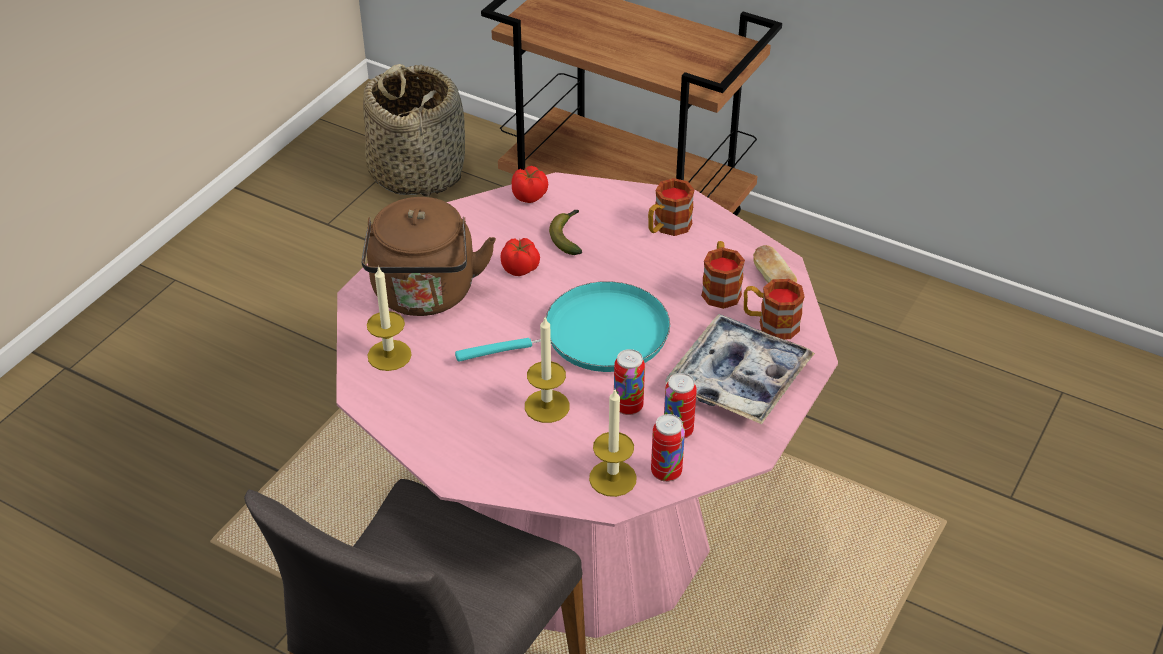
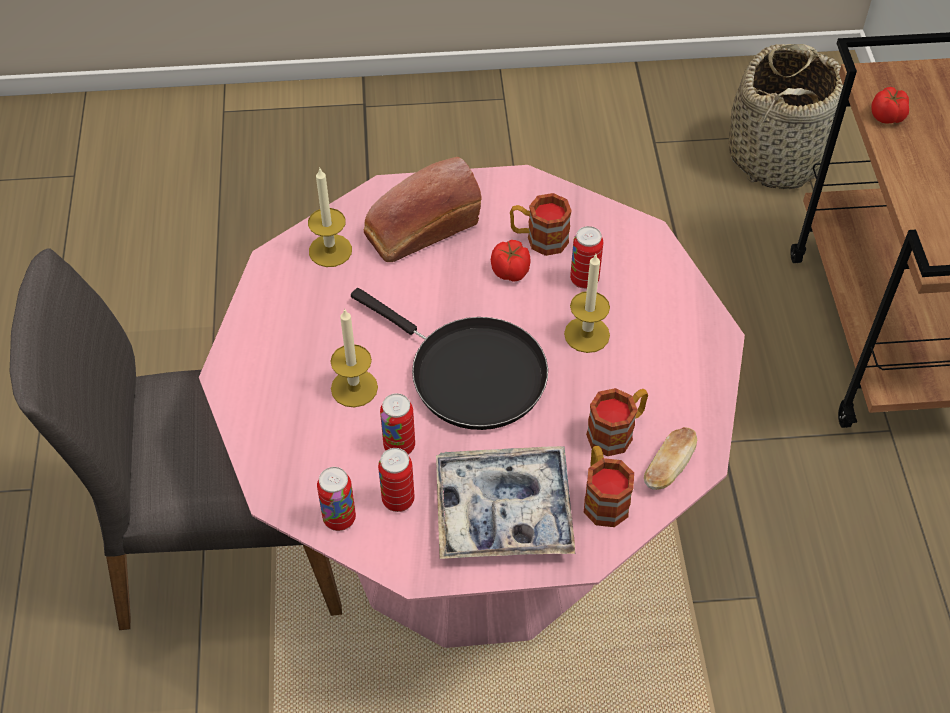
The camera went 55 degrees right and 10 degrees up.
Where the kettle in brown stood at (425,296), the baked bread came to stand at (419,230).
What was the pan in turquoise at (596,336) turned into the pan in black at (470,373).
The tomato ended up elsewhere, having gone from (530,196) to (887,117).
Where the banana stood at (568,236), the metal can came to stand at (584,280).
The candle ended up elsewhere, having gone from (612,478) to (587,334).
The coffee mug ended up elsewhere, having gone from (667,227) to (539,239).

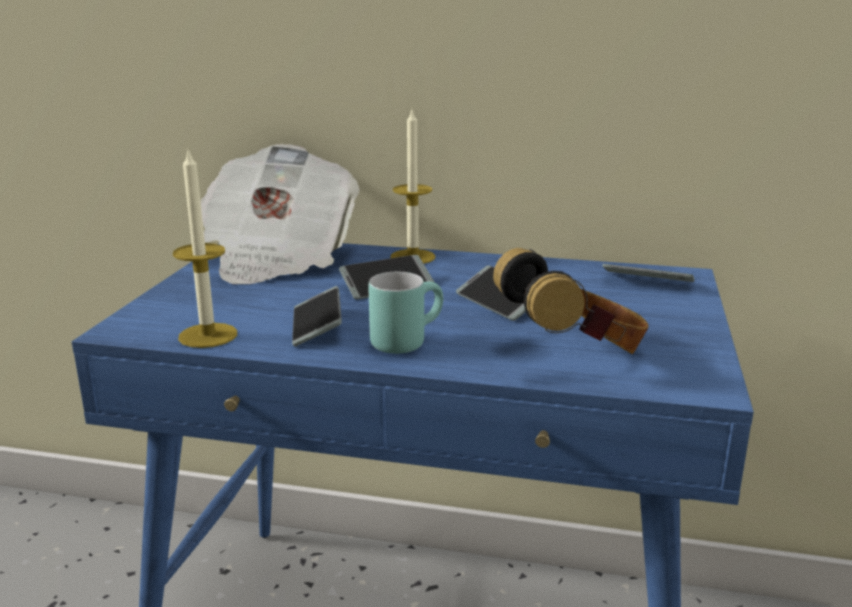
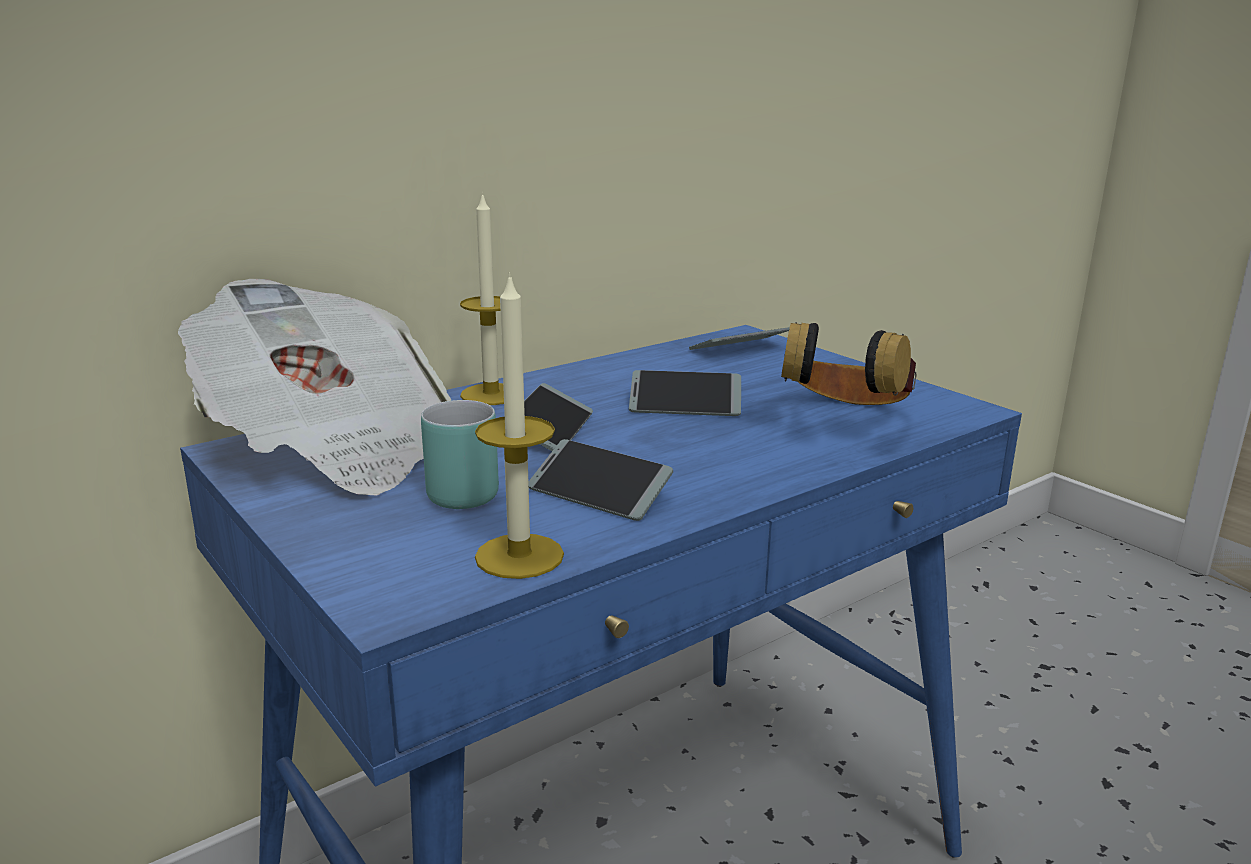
The camera went 50 degrees left and 0 degrees up.
The coffee mug in turquoise ended up elsewhere, having gone from (405,340) to (461,490).

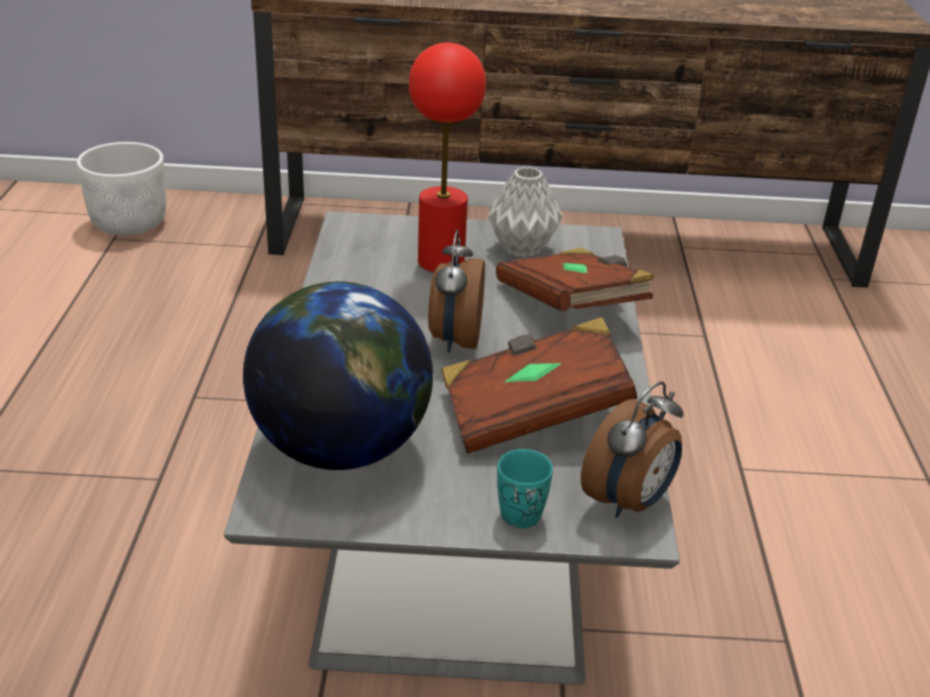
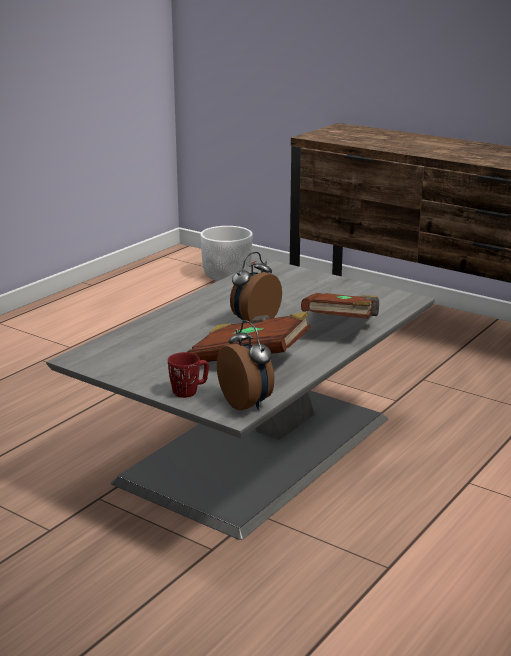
The camera went 35 degrees right and 10 degrees down.
The second view lost the globe at (340,448).
The second view lost the tabletop lamp in reddish at (441,261).
The second view lost the decorative vase in grey at (523,248).
What was the coffee mug in turquoise at (524,509) turned into the coffee mug in reddish at (189,391).
The bedside clock at (629,502) ended up facing another way, 105 degrees counterclockwise from before.

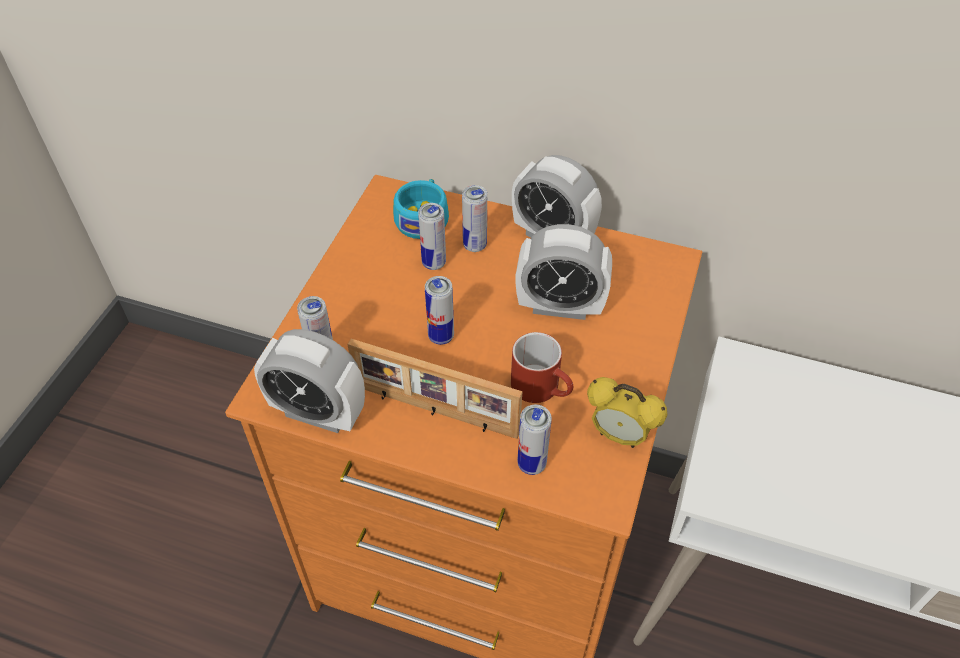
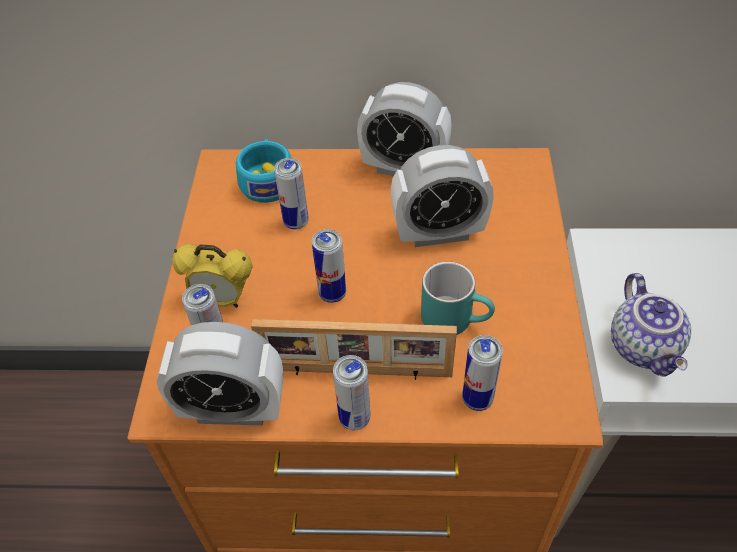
The camera went 15 degrees left and 0 degrees up.
The metal can ended up elsewhere, having gone from (475,245) to (354,418).
What was the coffee mug in reddish at (543,388) turned into the coffee mug in turquoise at (456,318).
The bedside clock ended up elsewhere, having gone from (619,436) to (223,300).
The second view gained the teapot at (645,347).

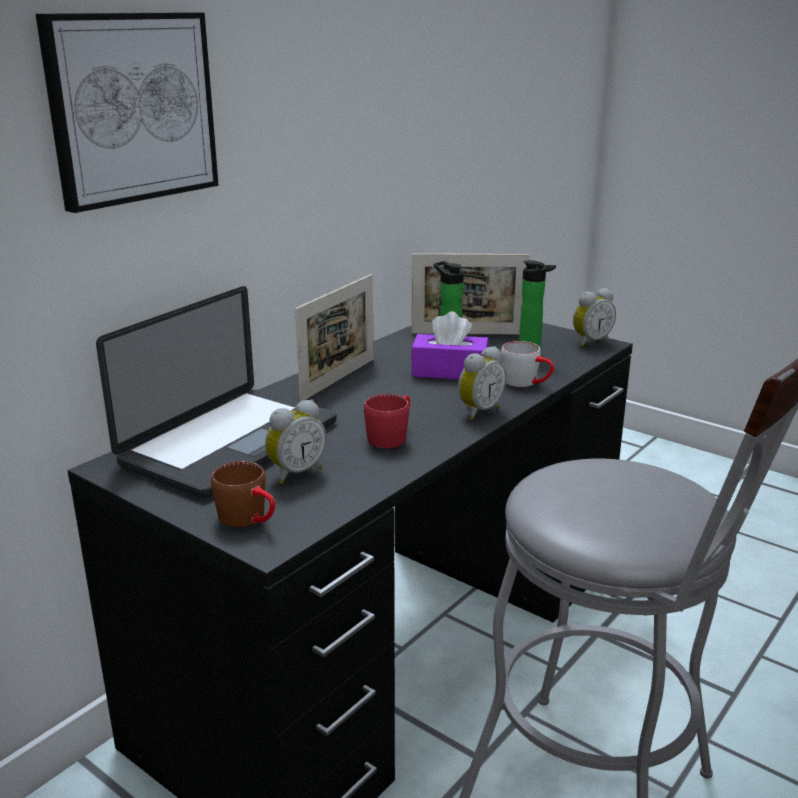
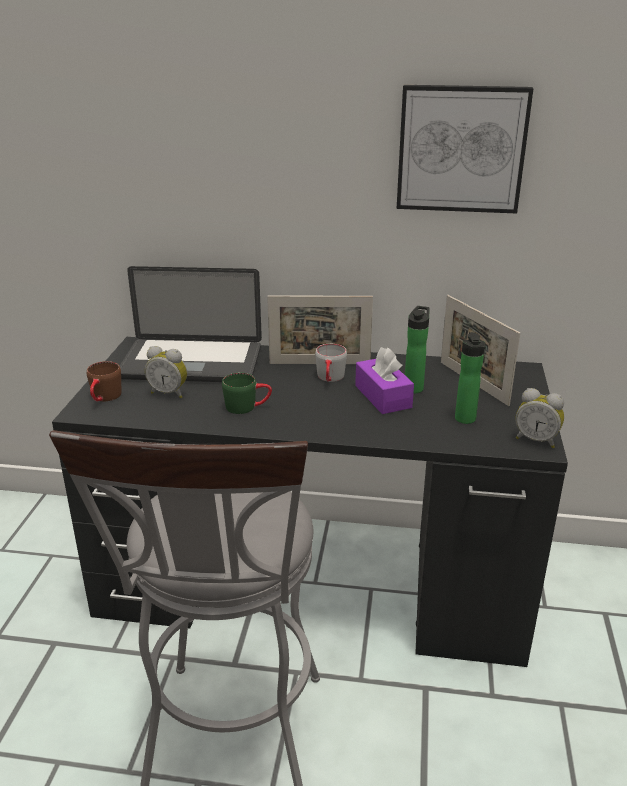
The camera went 60 degrees right and 5 degrees up.
The wall picture ended up elsewhere, having gone from (131,108) to (461,149).
What was the coffee mug in reddish at (391,436) turned into the coffee mug in greenish at (247,406).
The second view lost the bedside clock at (478,411).
The coffee mug in grey ended up elsewhere, having gone from (527,382) to (330,379).

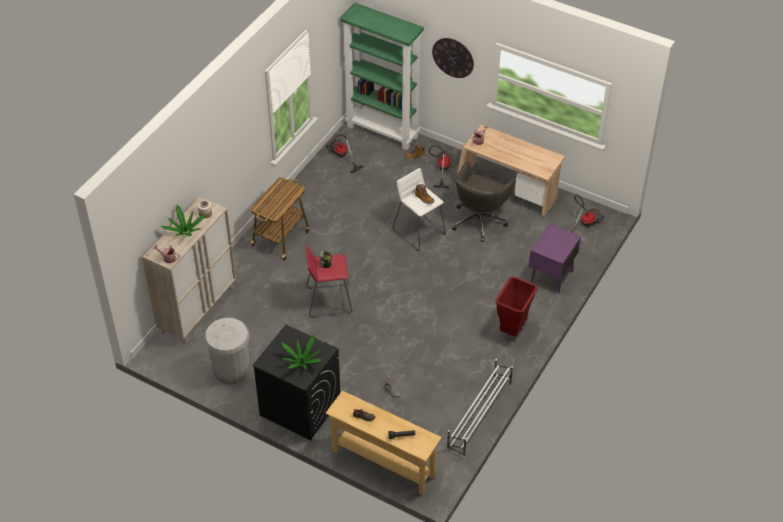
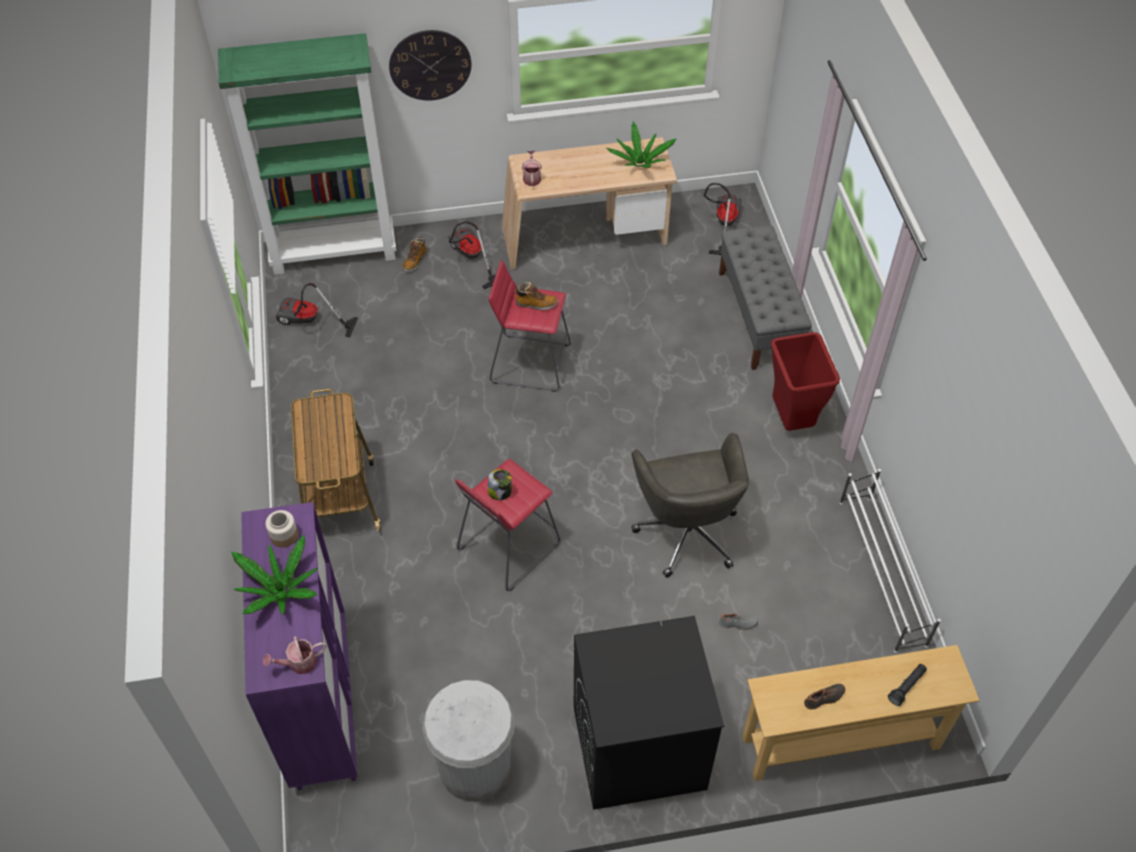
The camera went 40 degrees left and 5 degrees up.
What was the cupboard in beige at (198,309) turned into the cupboard in purplish at (321,705).
The potted plant ended up elsewhere, having gone from (302,362) to (640,163).
What was the sitting stool in whitish at (419,232) turned into the sitting stool in reddish at (530,363).
The desk chair in grey ended up elsewhere, having gone from (479,220) to (686,531).
Where the nightstand in purplish stood at (551,276), the indoor bench in grey came to stand at (758,317).

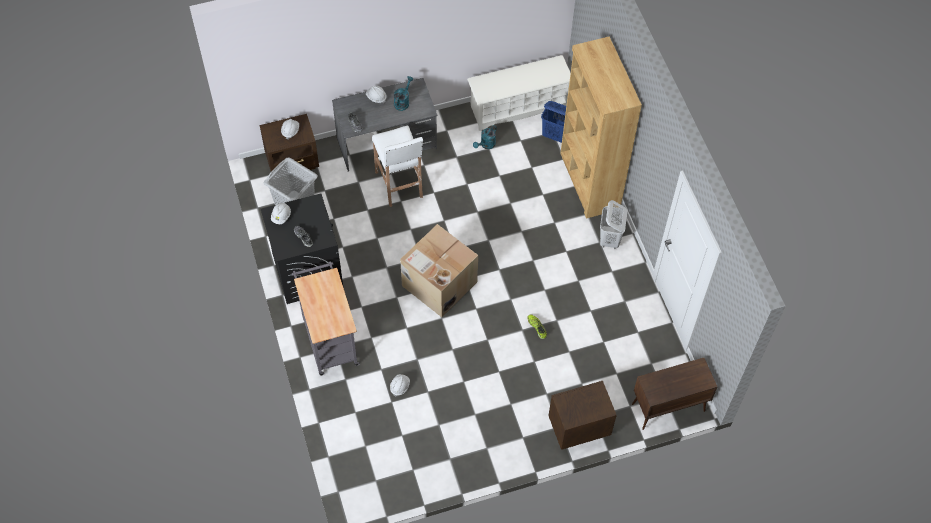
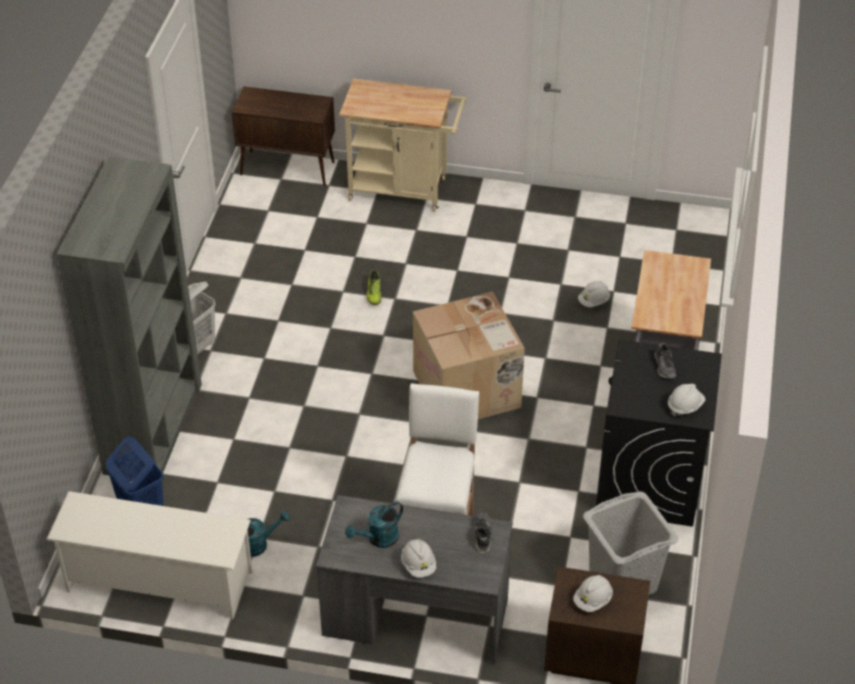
The camera went 150 degrees left and 15 degrees down.
Where the nightstand in brown stood at (578,427), the trolley in beige came to stand at (404,190).
What was the bookcase in brown at (589,181) turned into the bookcase in grey at (153,428).

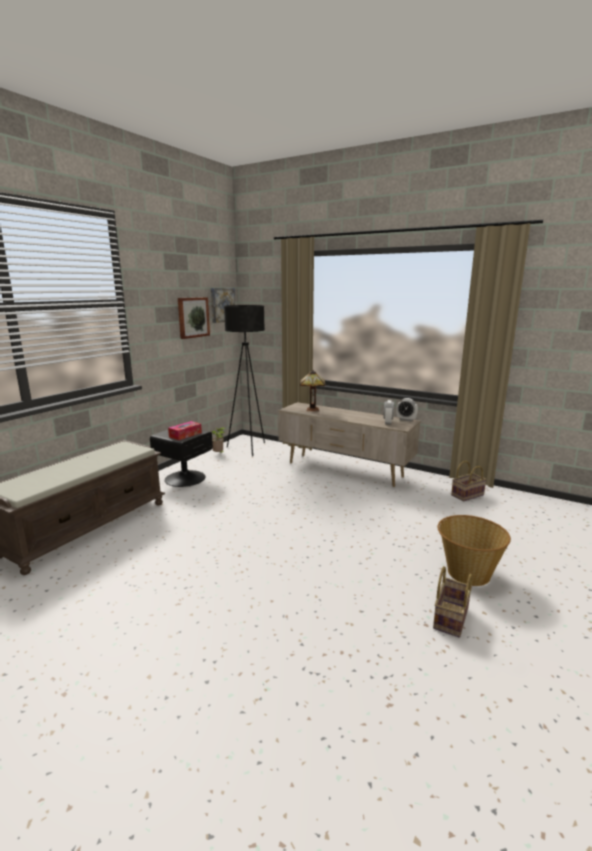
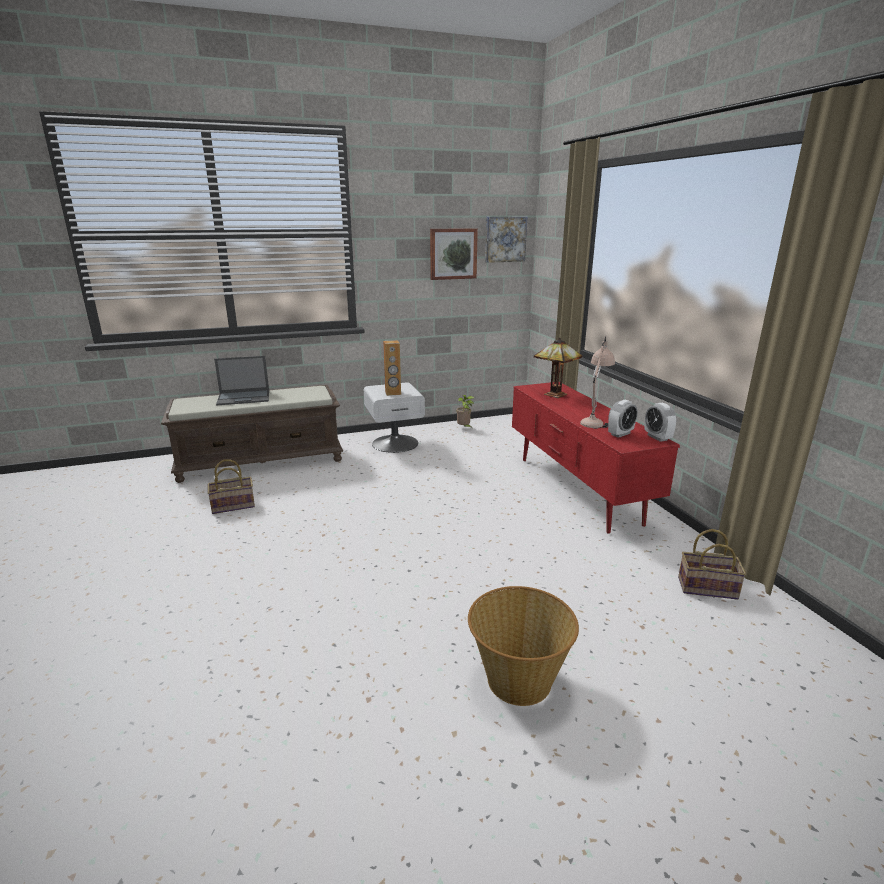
The camera went 40 degrees right and 5 degrees up.
What was the nightstand in black at (184,478) turned into the nightstand in whitish at (395,443).
Where the tissue holder stood at (185,435), the loudspeaker in brown came to stand at (393,393).
The second view lost the standing lamp in black at (248,448).
What was the tv unit in beige at (344,470) turned into the tv unit in reddish at (576,490).
The household basket ended up elsewhere, having gone from (450,617) to (234,505).
The second view gained the notebook computer at (244,397).
The second view gained the tabletop lamp in beige at (595,420).

